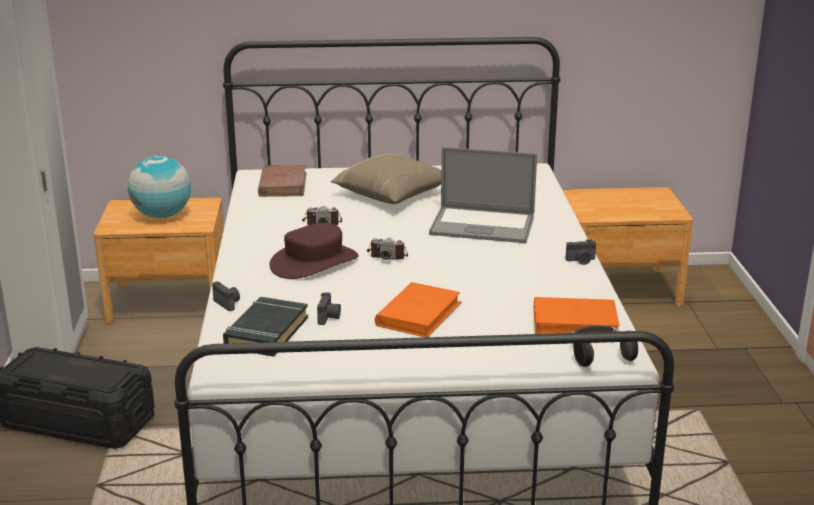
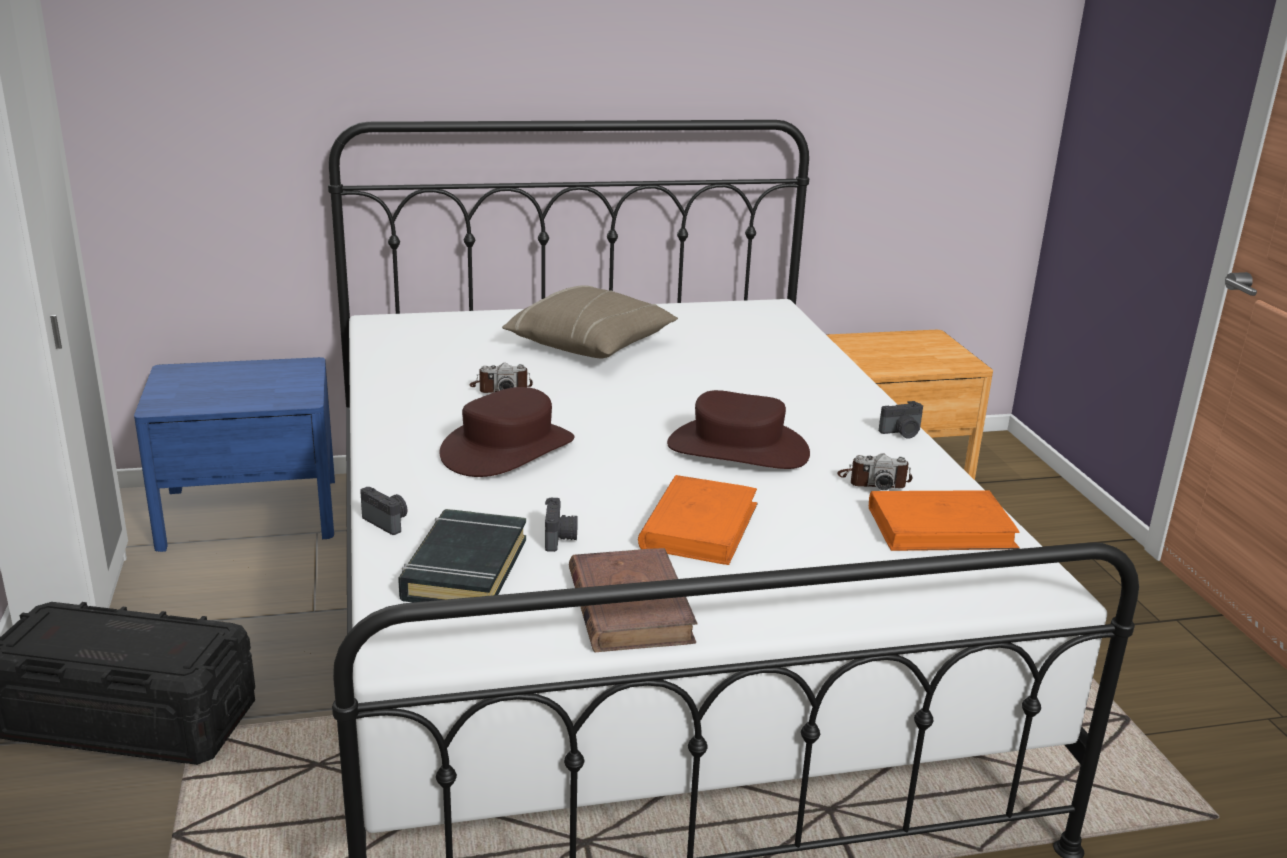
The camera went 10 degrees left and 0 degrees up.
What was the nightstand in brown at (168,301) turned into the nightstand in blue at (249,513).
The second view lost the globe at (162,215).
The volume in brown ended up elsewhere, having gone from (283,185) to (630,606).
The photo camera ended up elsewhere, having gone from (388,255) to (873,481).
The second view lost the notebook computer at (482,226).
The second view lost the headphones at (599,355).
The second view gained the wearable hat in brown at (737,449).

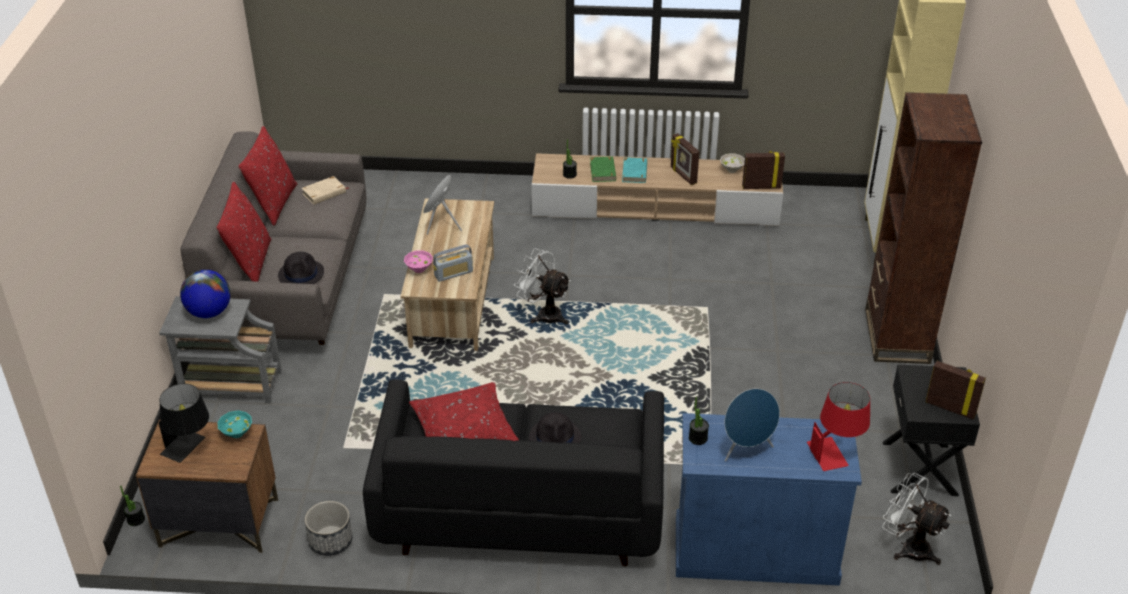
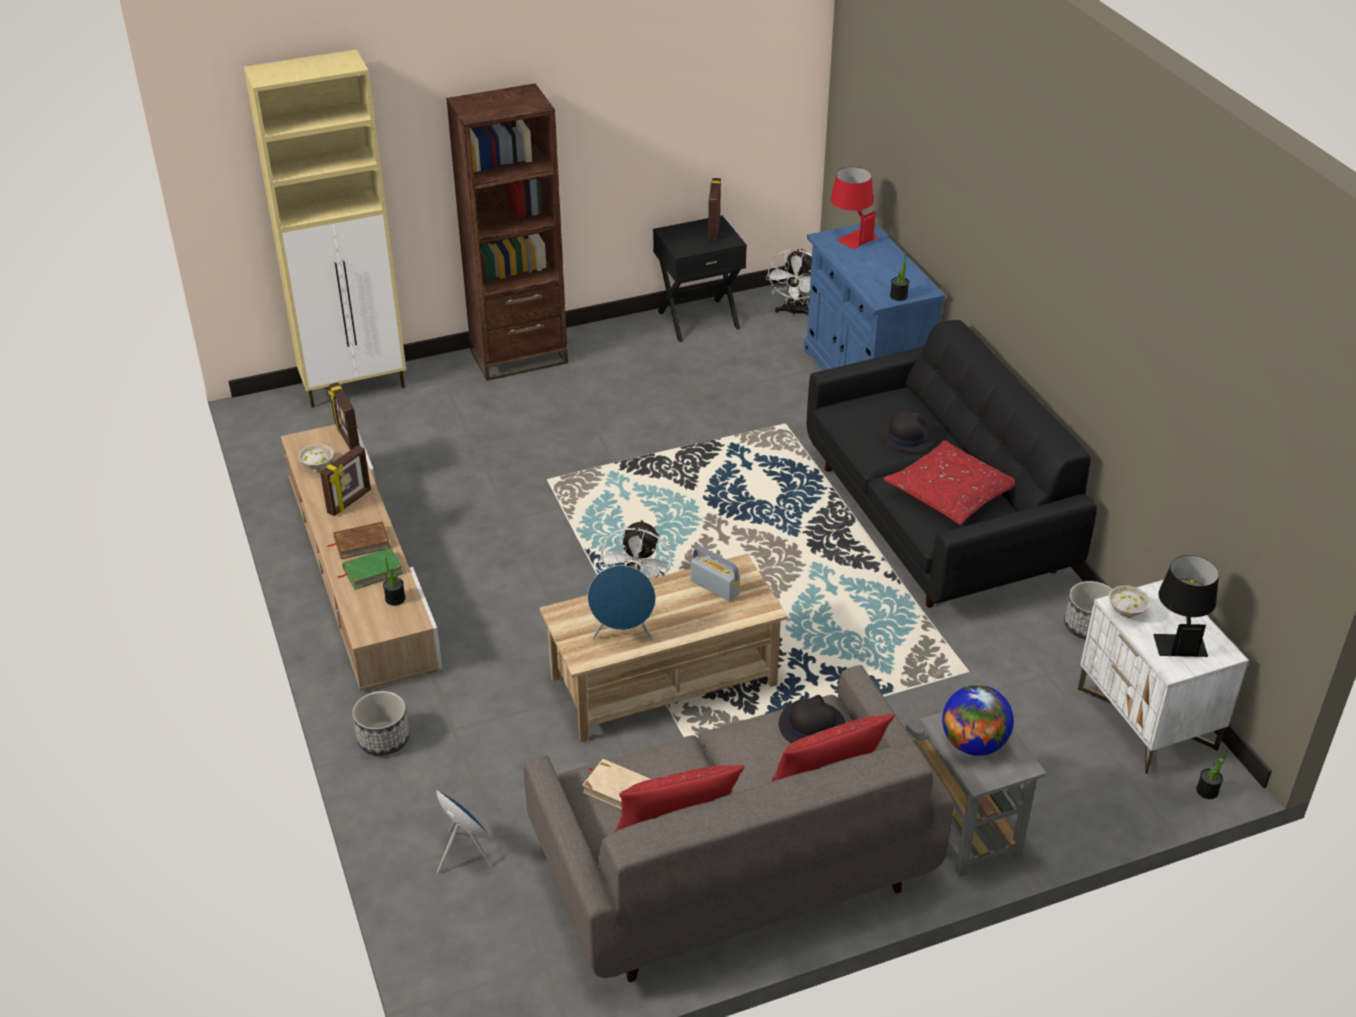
The camera went 115 degrees left and 0 degrees up.
What was the nightstand in brown at (218,523) turned into the nightstand in whitish at (1147,720).
What was the deep dish in turquoise at (236,433) turned into the deep dish in whitish at (1126,613).
The second view lost the deep dish in pinkish at (418,270).
What was the volume in turquoise at (635,172) turned into the volume in brown at (362,543).
The loudspeaker in blue ended up elsewhere, having gone from (746,450) to (464,852).
The second view gained the plant pot at (383,739).

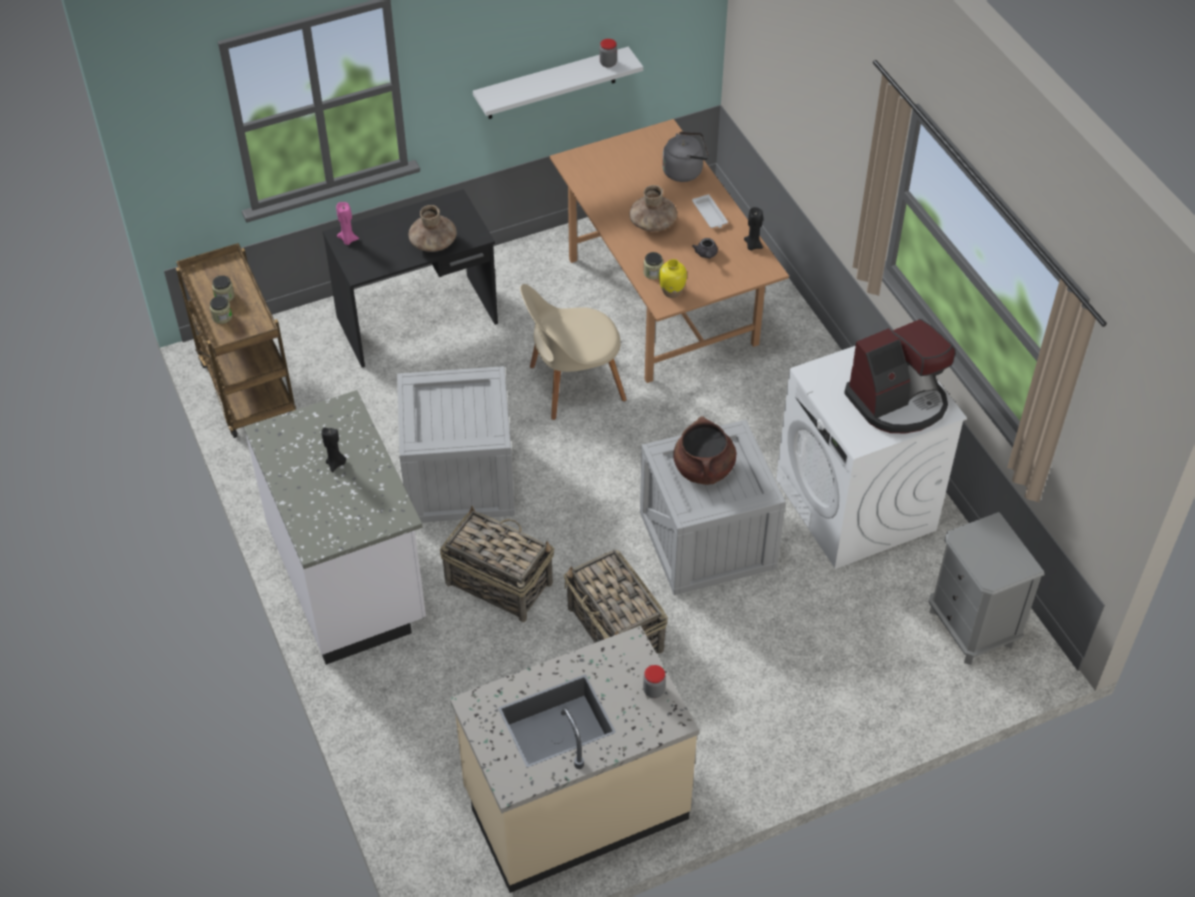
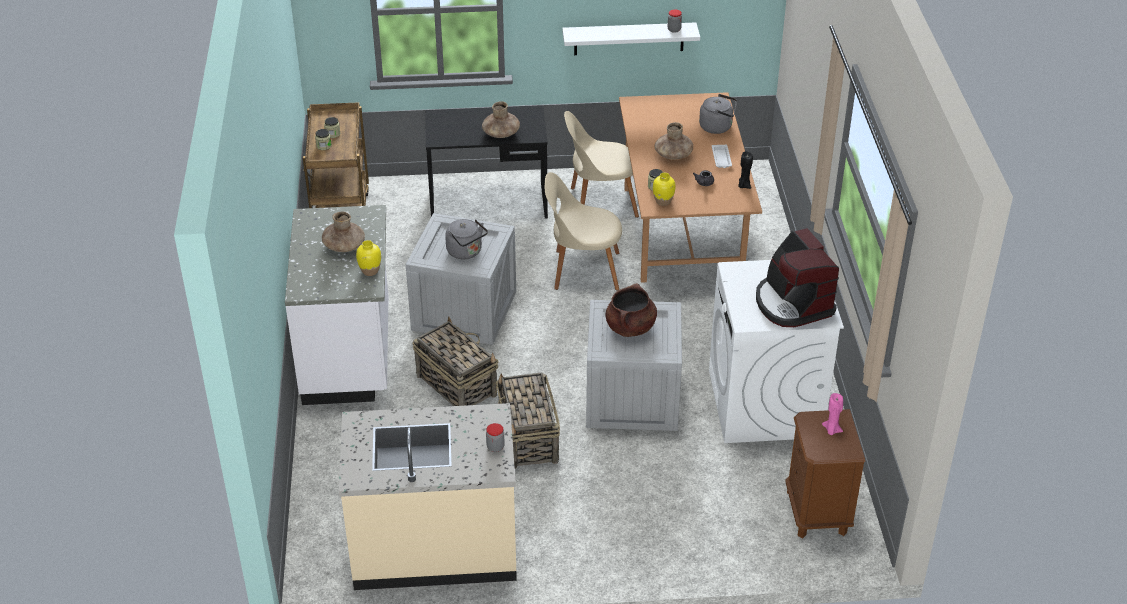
The camera went 20 degrees right and 10 degrees down.
Where the candle in black stood at (336,463), the decorative vase in brown came to stand at (344,246).
The candle in pinkish ended up elsewhere, having gone from (348,240) to (831,430).
The coffee machine at (898,402) ended up facing another way, 75 degrees clockwise from before.
What was the nightstand in grey at (972,627) turned into the nightstand in brown at (817,512).
The second view gained the decorative vase in yellow-coloured at (370,271).
The second view gained the kettle in grey at (466,252).
The second view gained the upright chair in beige at (600,203).

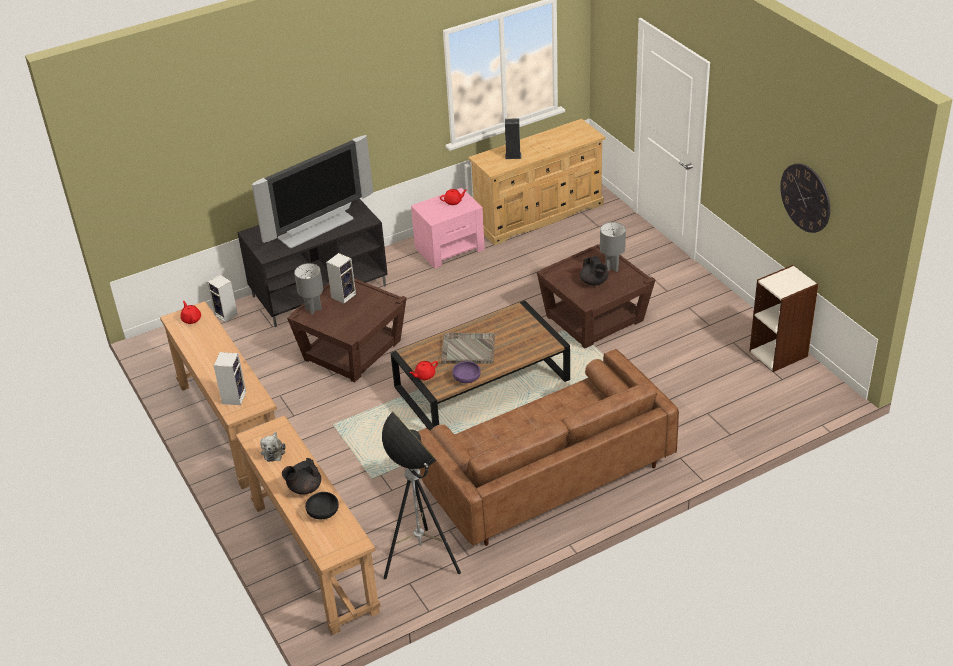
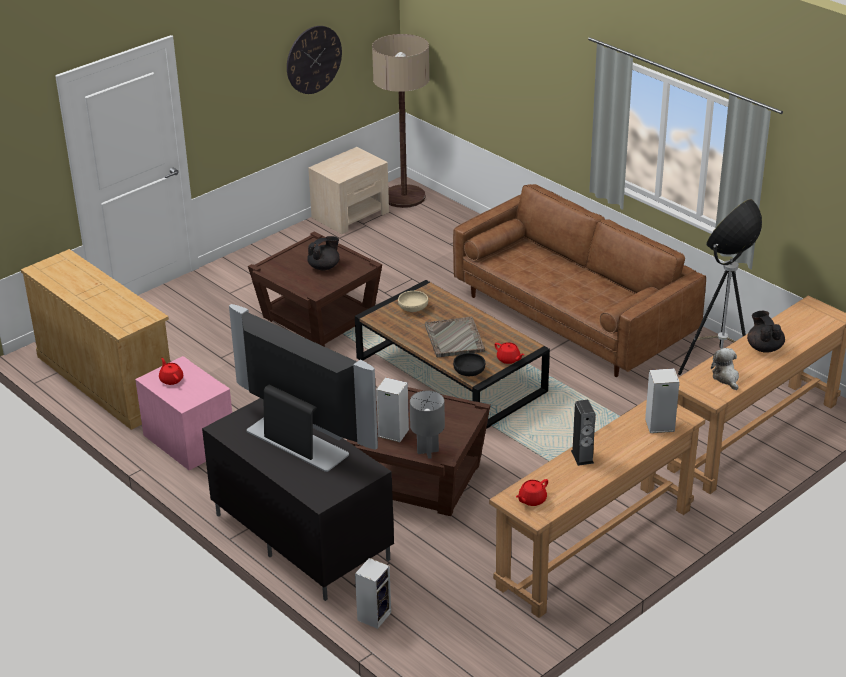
The camera went 105 degrees left and 5 degrees down.
The plush toy at (273,451) ended up facing another way, 90 degrees counterclockwise from before.
The teapot in black at (304,488) ended up facing another way, 150 degrees counterclockwise from before.
The deep dish in black ended up elsewhere, having gone from (323,512) to (469,372).
The second view lost the deep dish in purplish at (466,378).
The loudspeaker ended up elsewhere, having gone from (513,156) to (582,456).
The second view lost the tabletop lamp in grey at (612,268).
Where the bookcase stood at (779,353), the nightstand in beige came to stand at (351,214).
The second view gained the standing lamp at (404,197).
The second view gained the deep dish in beige at (413,308).

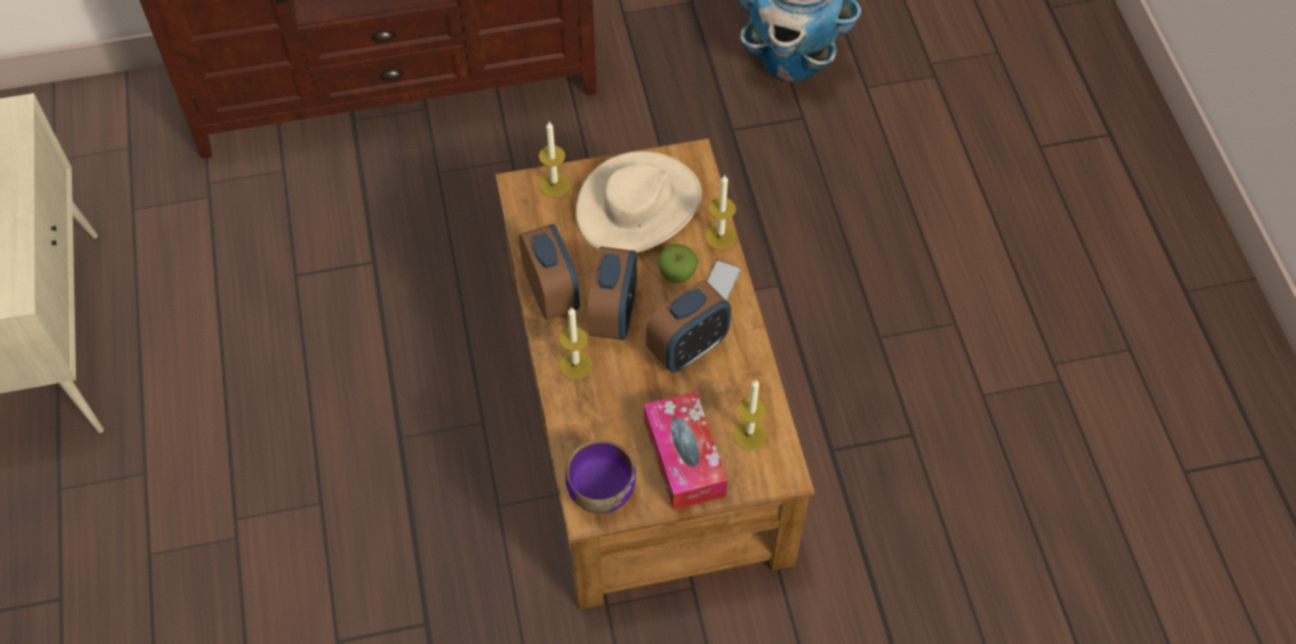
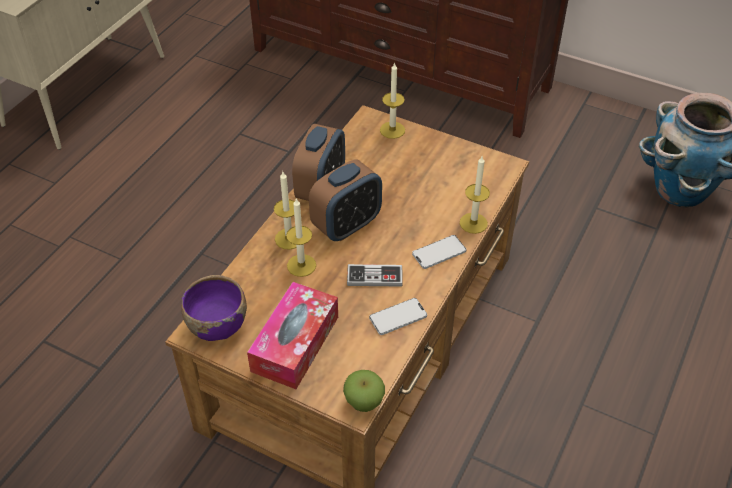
The camera went 40 degrees right and 10 degrees down.
The second view lost the wearable hat in beige at (639,206).
Where the bedside clock stood at (688,348), the joypad came to stand at (374,277).
The apple fruit ended up elsewhere, having gone from (677,275) to (364,402).
The candle ended up elsewhere, having gone from (749,434) to (301,265).
The second view gained the phone at (398,317).

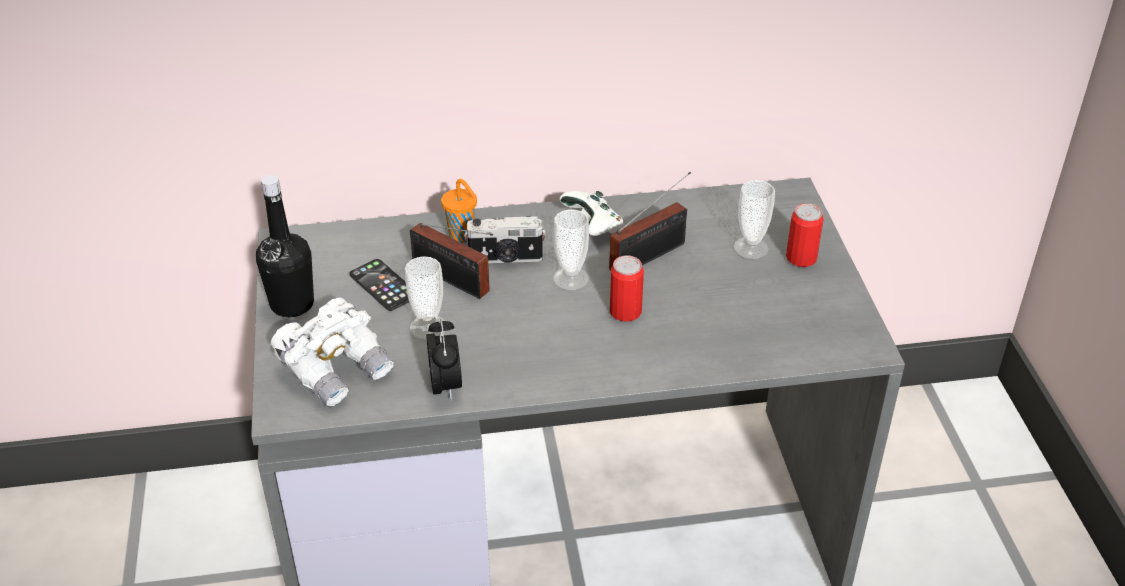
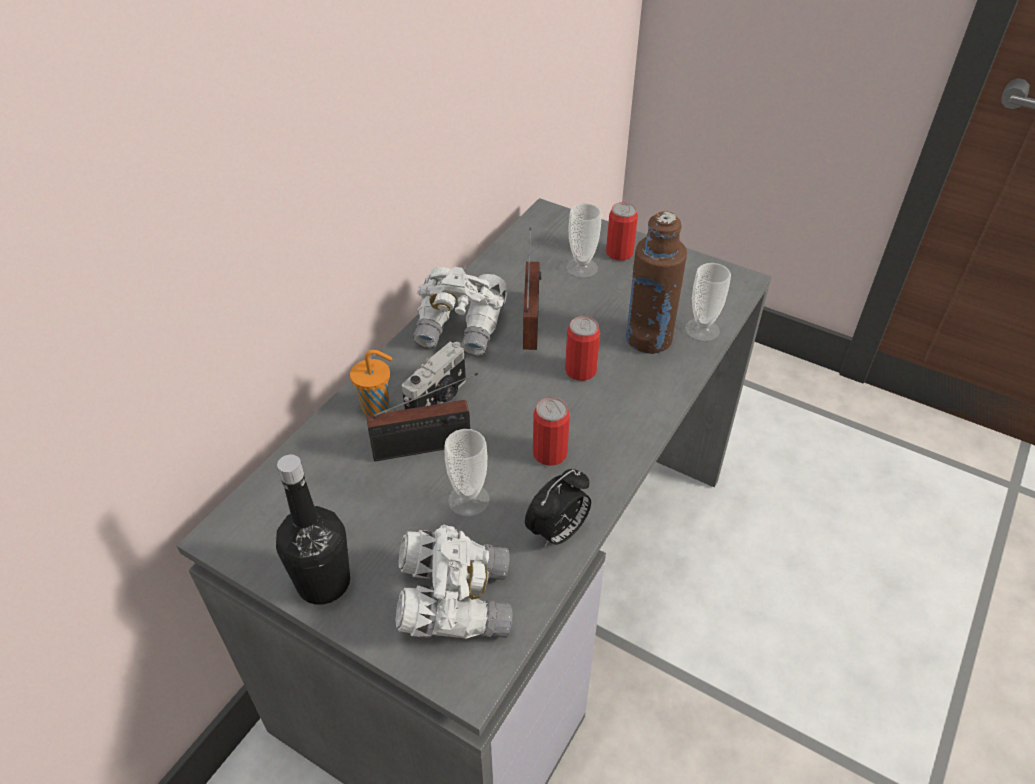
The camera went 50 degrees left and 5 degrees up.
The second view lost the phone at (383,285).
The bedside clock at (446,386) ended up facing another way, 105 degrees clockwise from before.
The small cup ended up elsewhere, having gone from (571,278) to (702,329).
Where the joypad in whitish stood at (593,227), the field glasses in whitish came to stand at (461,327).
The second view gained the metal can at (550,453).
The second view gained the beverage bottle in brown at (648,339).

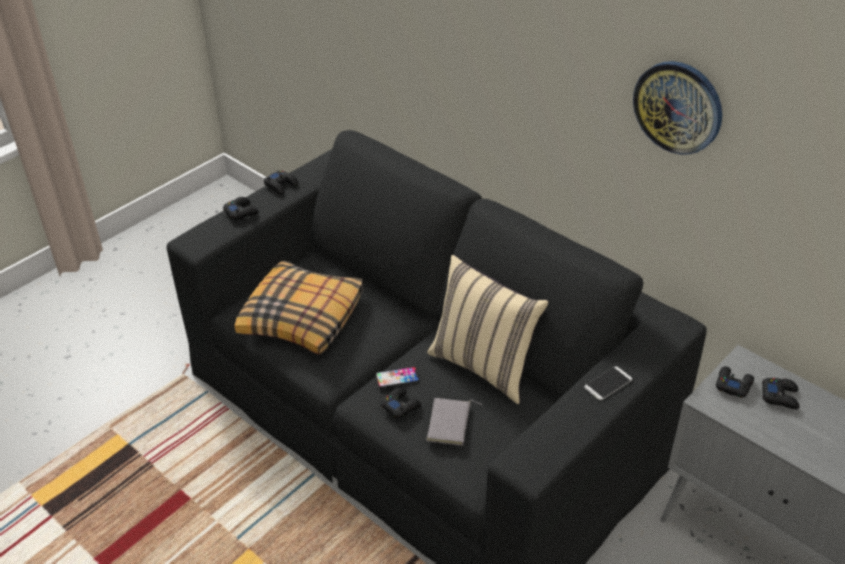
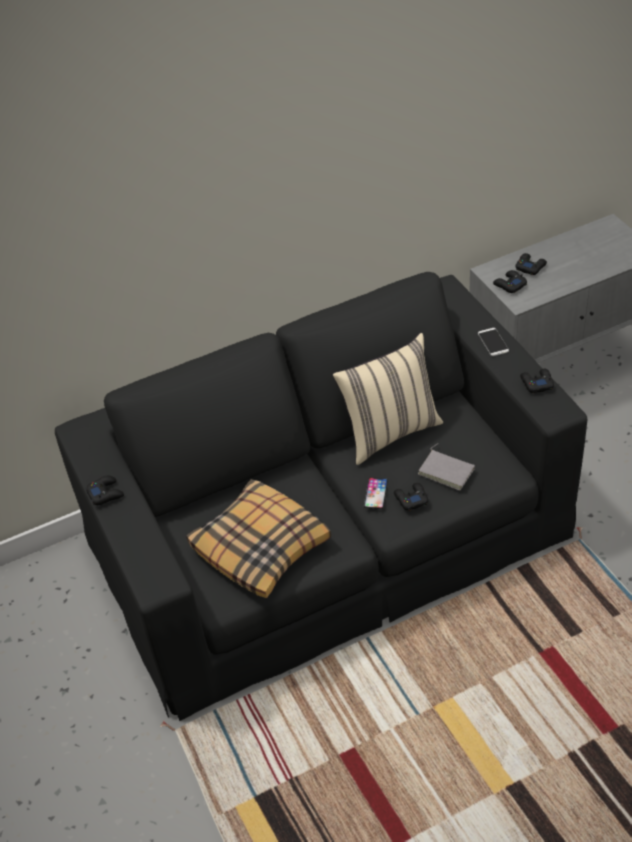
The camera went 65 degrees left and 5 degrees up.
The joypad in black ended up elsewhere, having gone from (241,212) to (536,383).
The second view lost the clock on the wall at (678,107).

